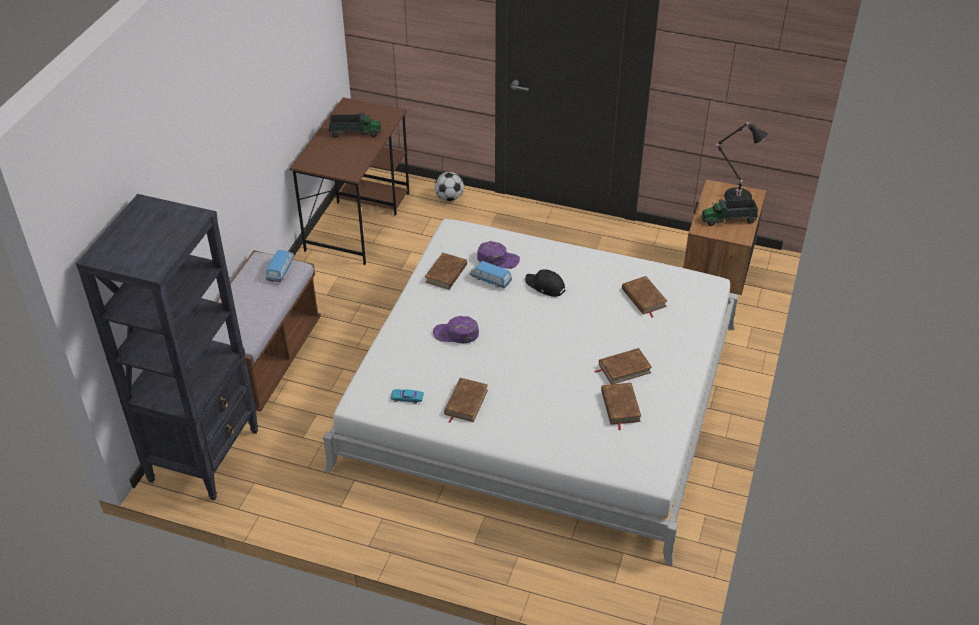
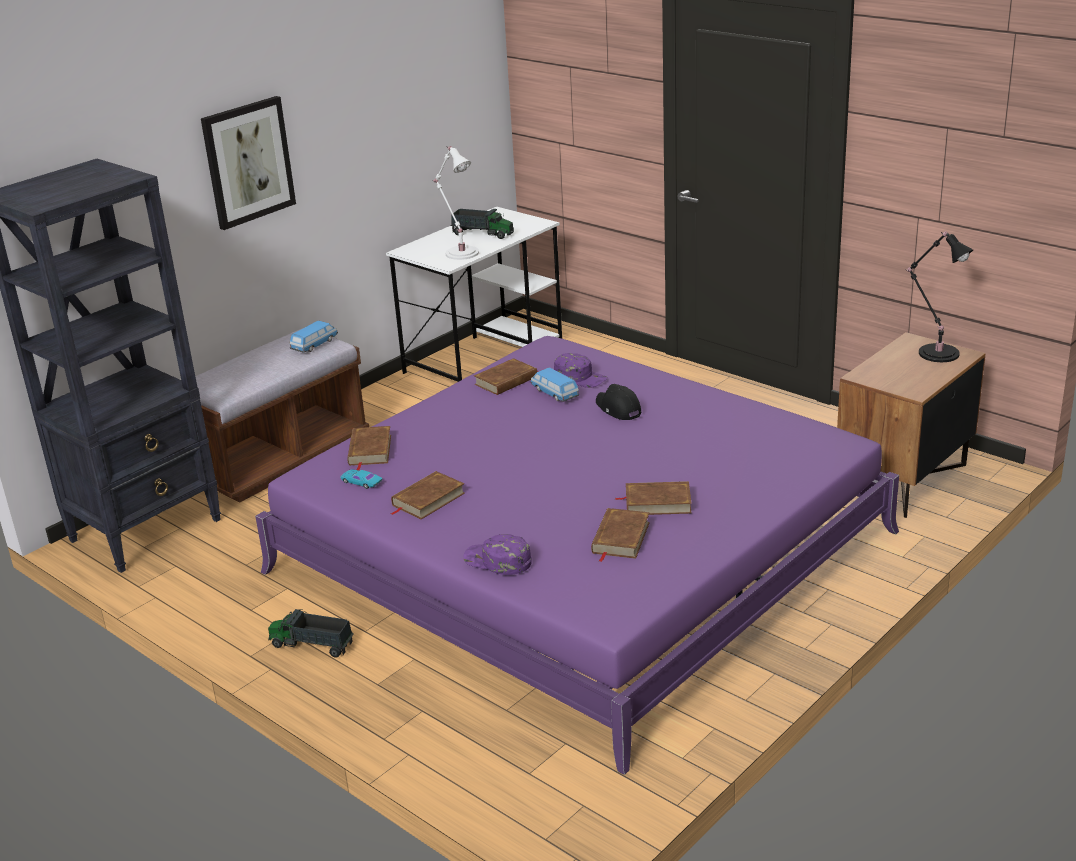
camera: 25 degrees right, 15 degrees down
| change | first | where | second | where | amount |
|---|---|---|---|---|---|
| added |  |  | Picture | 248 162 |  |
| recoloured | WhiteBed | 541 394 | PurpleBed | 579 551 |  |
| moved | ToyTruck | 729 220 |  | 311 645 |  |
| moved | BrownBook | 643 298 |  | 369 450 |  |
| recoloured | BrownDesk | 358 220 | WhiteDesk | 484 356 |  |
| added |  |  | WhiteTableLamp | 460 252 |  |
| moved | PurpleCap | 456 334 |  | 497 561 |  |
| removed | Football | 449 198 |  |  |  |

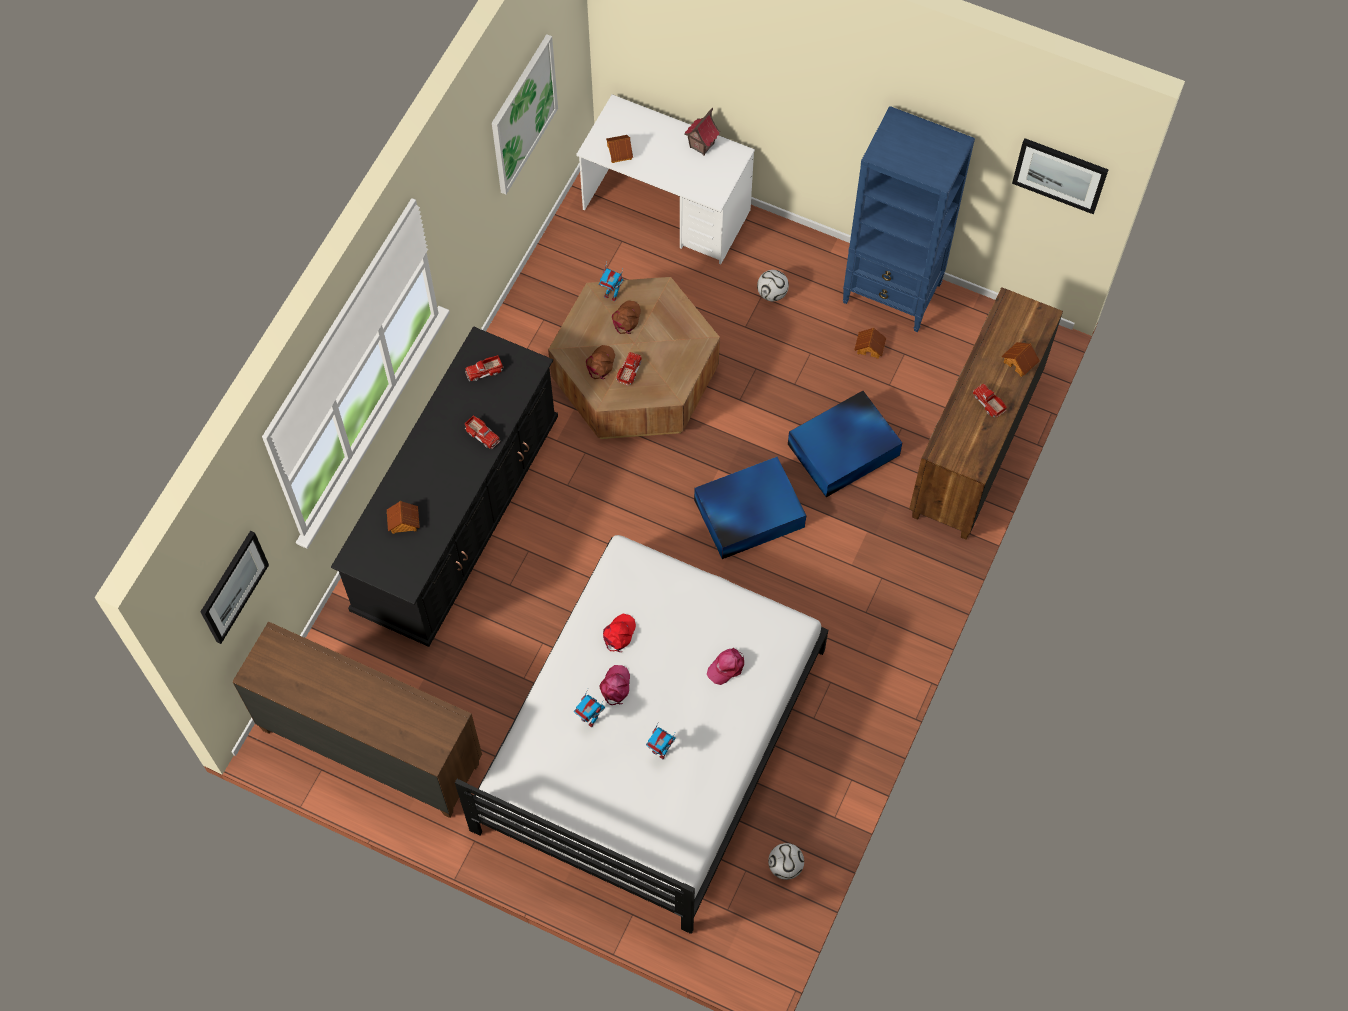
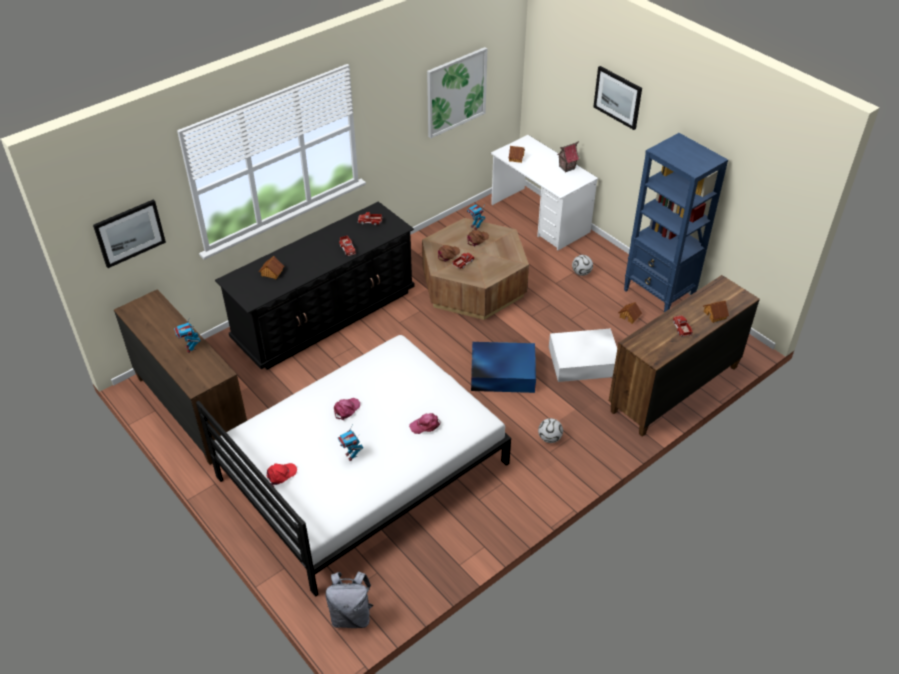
camera: 25 degrees right, 20 degrees down
| change | first | where | second | where | amount |
|---|---|---|---|---|---|
| moved | ToyRobot | 590 719 |  | 190 348 |  |
| moved | RedCap | 619 634 |  | 281 475 |  |
| added |  |  | GreyBackpack | 351 616 |  |
| moved | Football | 785 866 |  | 549 438 |  |
| recoloured | BlueStorageBox | 845 449 | WhiteStorageBox | 584 361 |  |
| moved | Picture | 1060 174 |  | 618 97 |  |

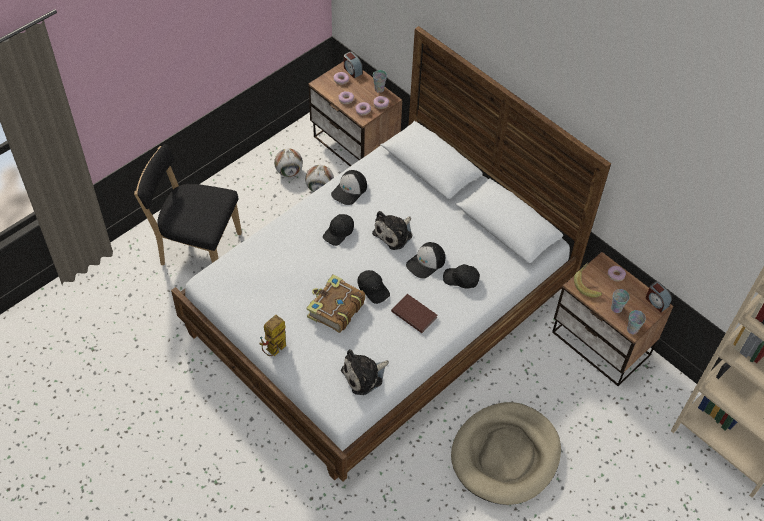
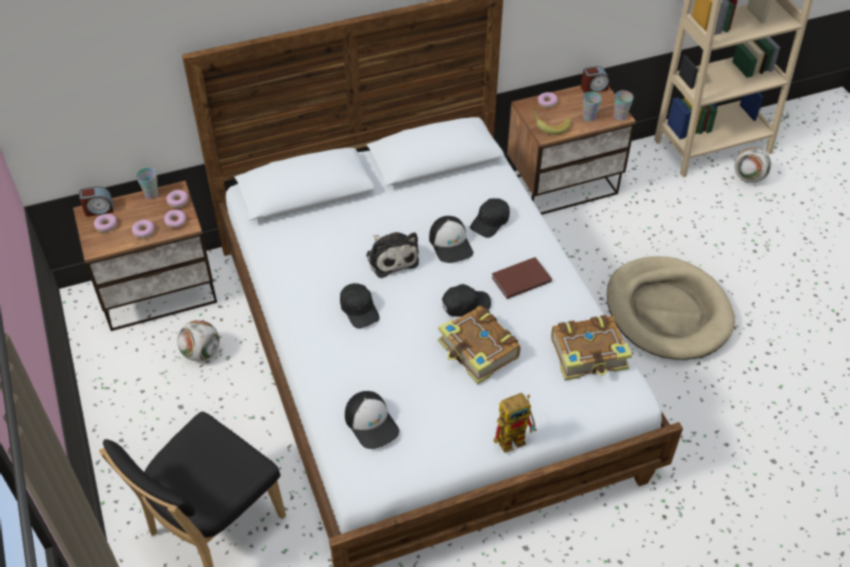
camera: 65 degrees left, 5 degrees down
| change | first | where | second | where | amount |
|---|---|---|---|---|---|
| moved | Cap | 349 190 |  | 371 423 |  |
| turned | ToyRobot | 274 351 |  | 515 437 | 90 degrees counterclockwise |
| replaced | PlushToy | 364 375 | Book | 589 355 |  |
| moved | Football | 289 171 |  | 748 177 |  |

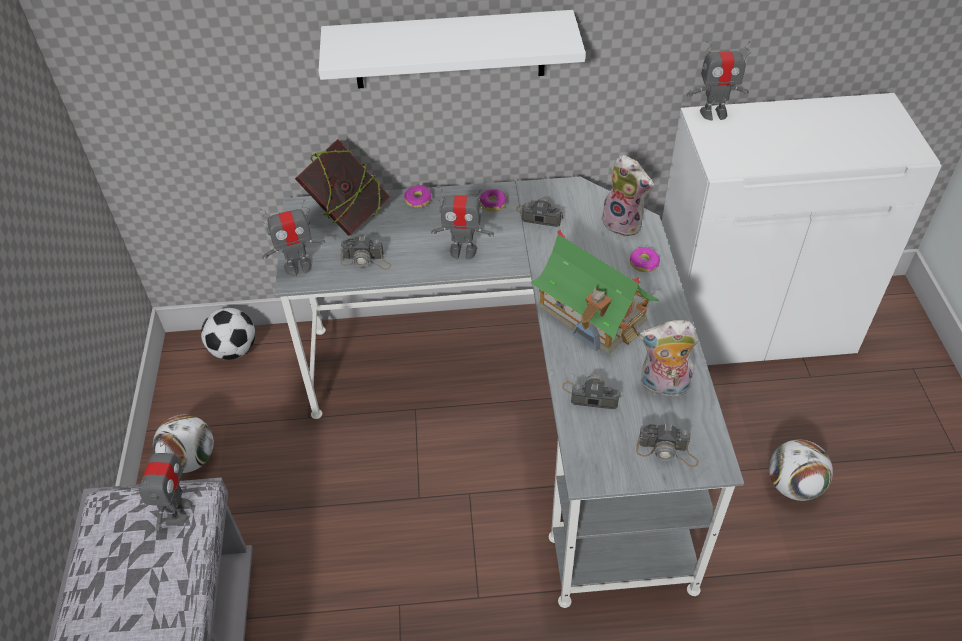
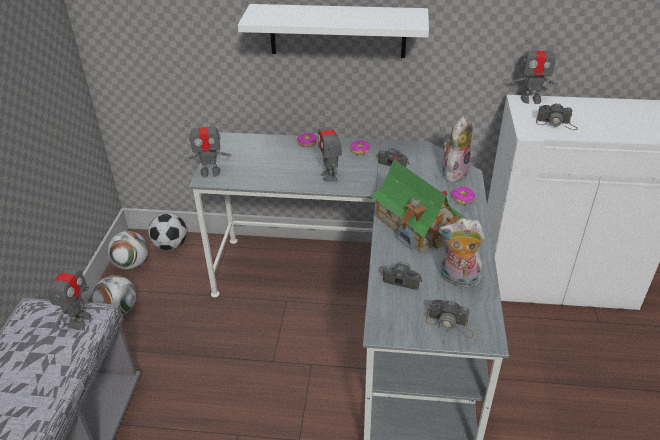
camera: 10 degrees right, 10 degrees down
| change | first | where | second | where | amount |
|---|---|---|---|---|---|
| moved | Football | 793 486 |  | 131 264 |  |
| turned | ToyRobot | 463 251 |  | 329 176 | 60 degrees clockwise |
| turned | PlushToy | 624 223 |  | 454 172 | 105 degrees counterclockwise |
| moved | PhotoCamera | 366 260 |  | 556 123 |  |
| removed | Book | 348 216 |  |  |  |

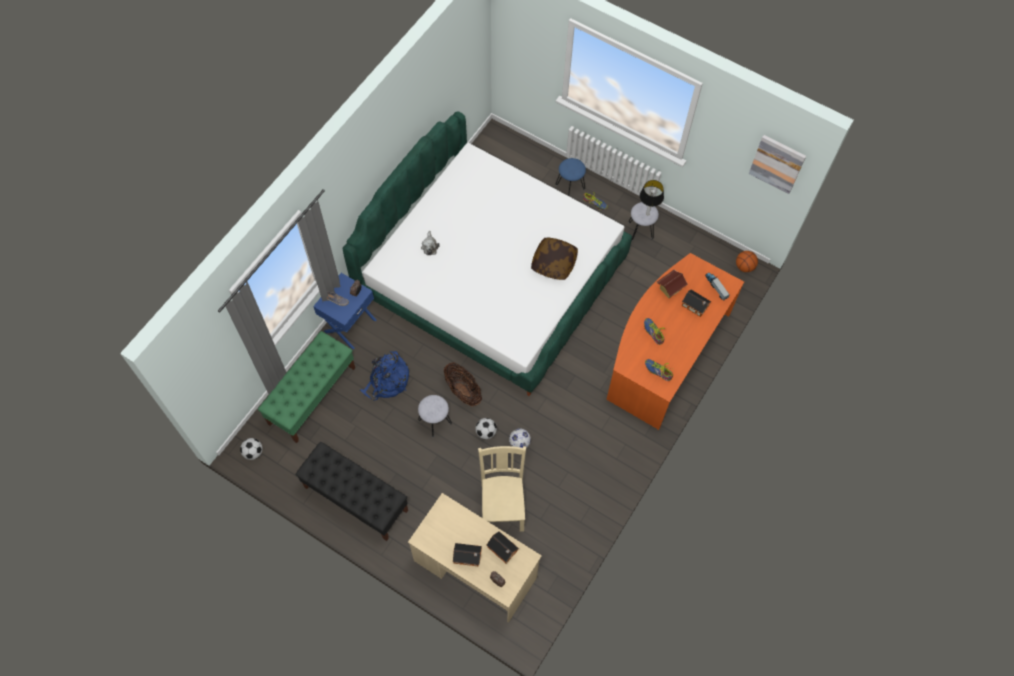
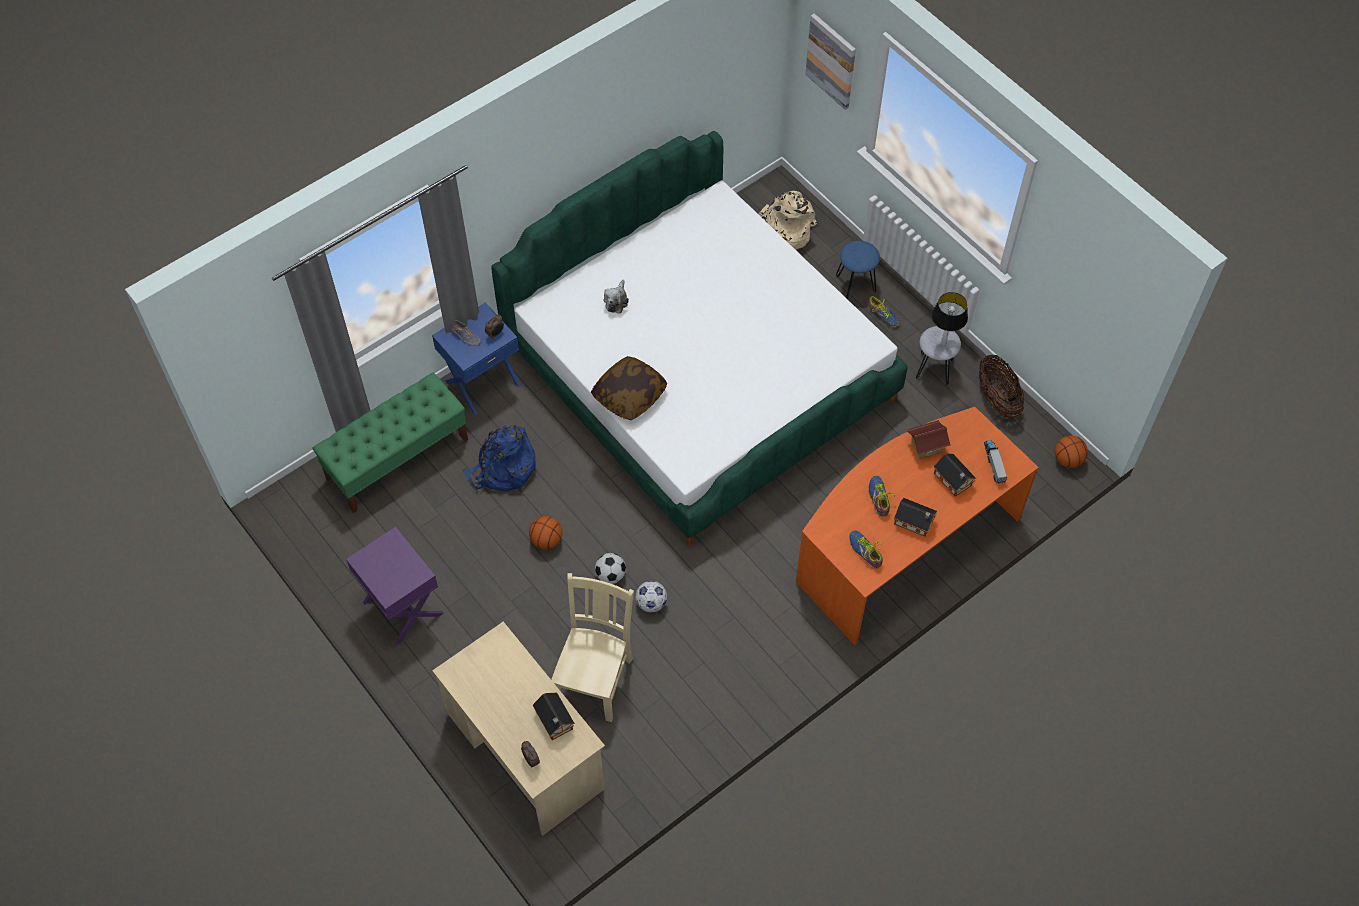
camera: 20 degrees right, 5 degrees down
| change | first | where | second | where | amount |
|---|---|---|---|---|---|
| replaced | BlackBench | 355 499 | PurpleNightstand | 402 608 |  |
| replaced | GreyStool | 434 421 | Basketball | 546 540 |  |
| moved | Pillow | 554 263 |  | 629 395 |  |
| added |  |  | BeigeBackpack | 785 230 |  |
| moved | Picture | 777 163 |  | 831 61 |  |
| moved | ToyHouse | 468 557 |  | 915 522 |  |
| moved | Basket | 463 391 |  | 997 399 |  |
| removed | Football | 253 452 |  |  |  |

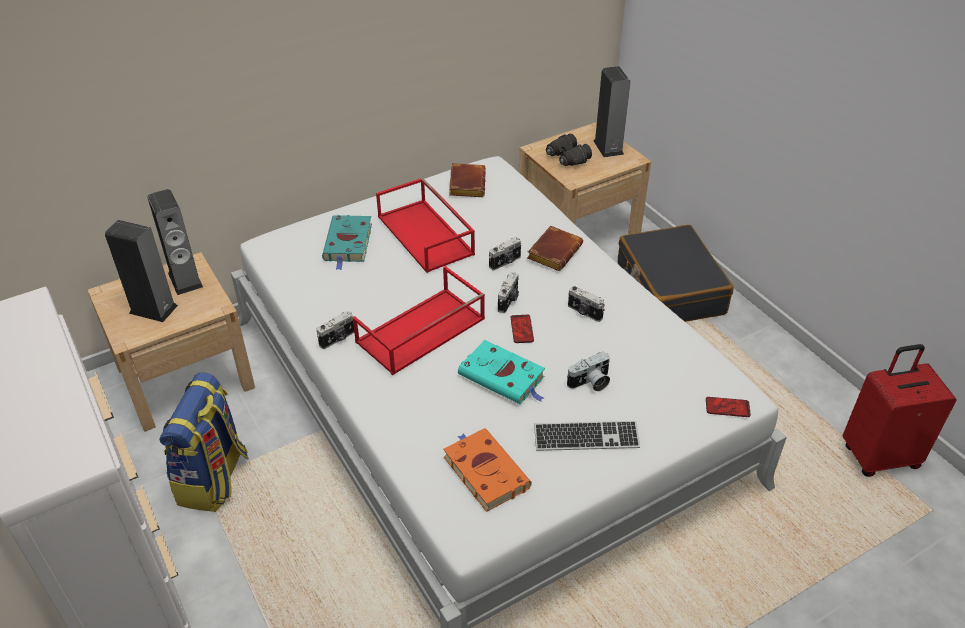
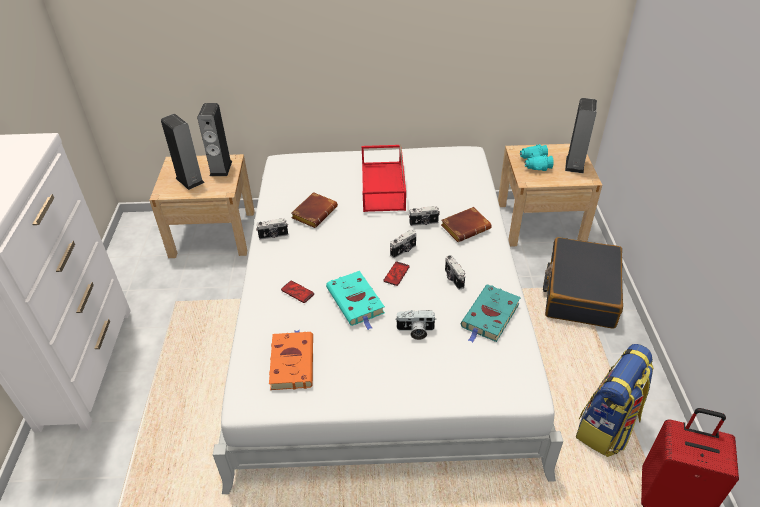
camera: 30 degrees right, 0 degrees up
| change | first | where | second | where | amount |
|---|---|---|---|---|---|
| moved | Phone | 727 407 |  | 297 292 |  |
| moved | BrownBook | 465 184 |  | 314 212 |  |
| moved | TurquoiseBook | 348 244 |  | 490 317 |  |
| recoloured | BlackBinoculars | 567 158 | TurquoiseBinoculars | 534 163 |  |
| moved | Backpack | 214 479 |  | 607 427 |  |
| removed | RedTray | 420 332 |  |  |  |
| removed | Keyboard | 586 438 |  |  |  |

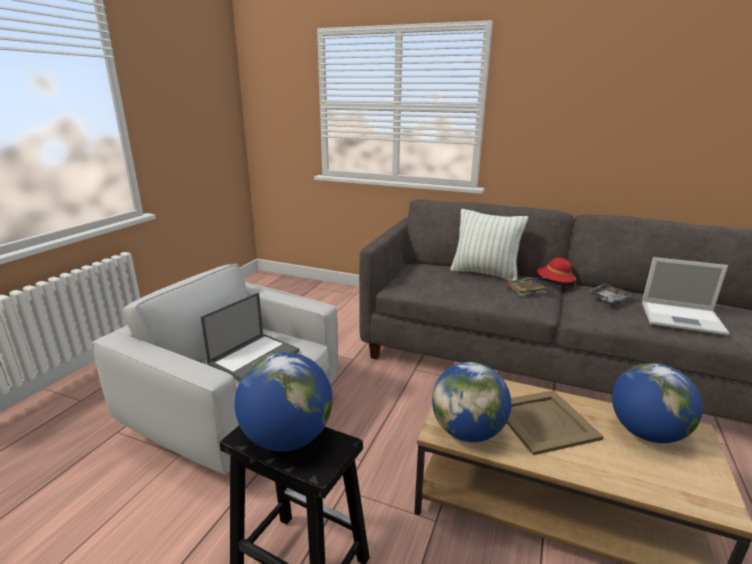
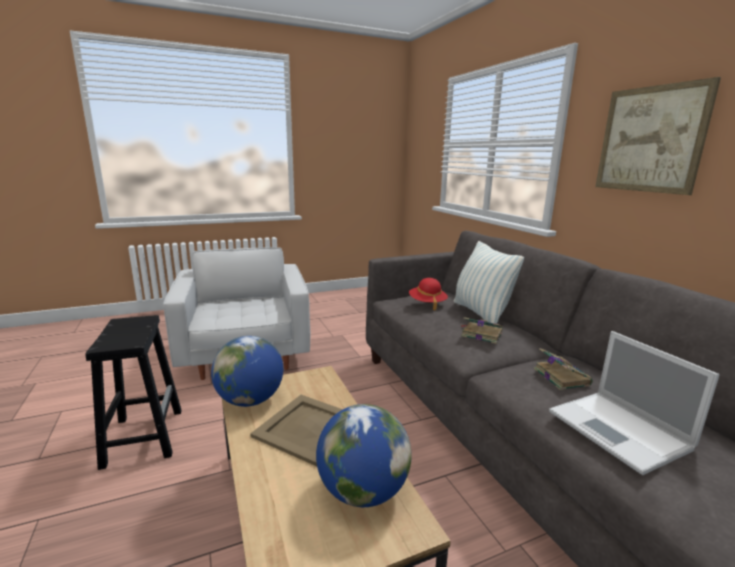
camera: 45 degrees right, 5 degrees down
| change | first | where | second | where | amount |
|---|---|---|---|---|---|
| moved | RedHat | 554 283 |  | 427 303 |  |
| replaced | GreyTray | 608 300 | Book | 560 376 |  |
| added |  |  | Picture | 650 139 |  |
| removed | Laptop | 255 357 |  |  |  |
| removed | Globe | 287 438 |  |  |  |

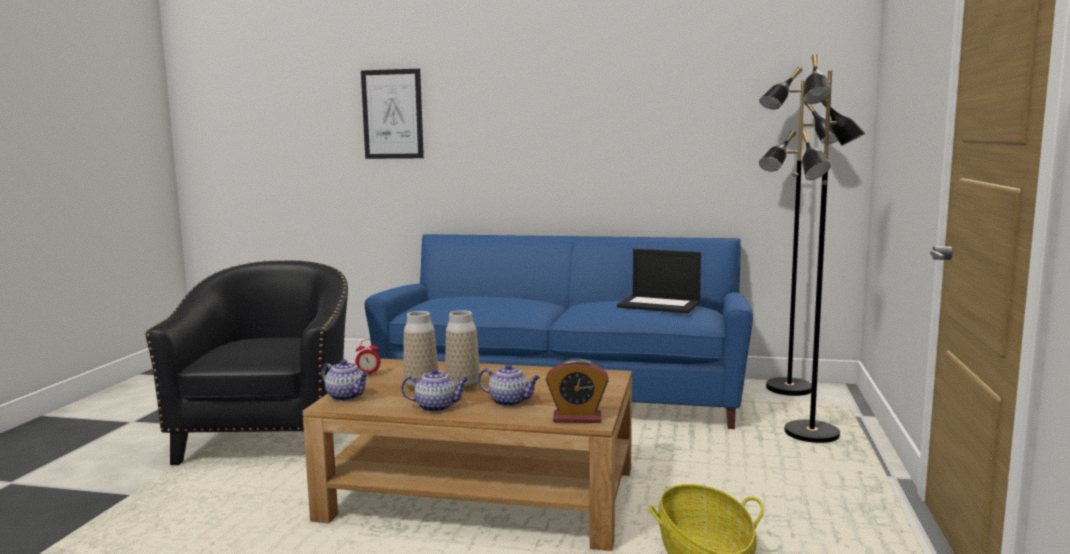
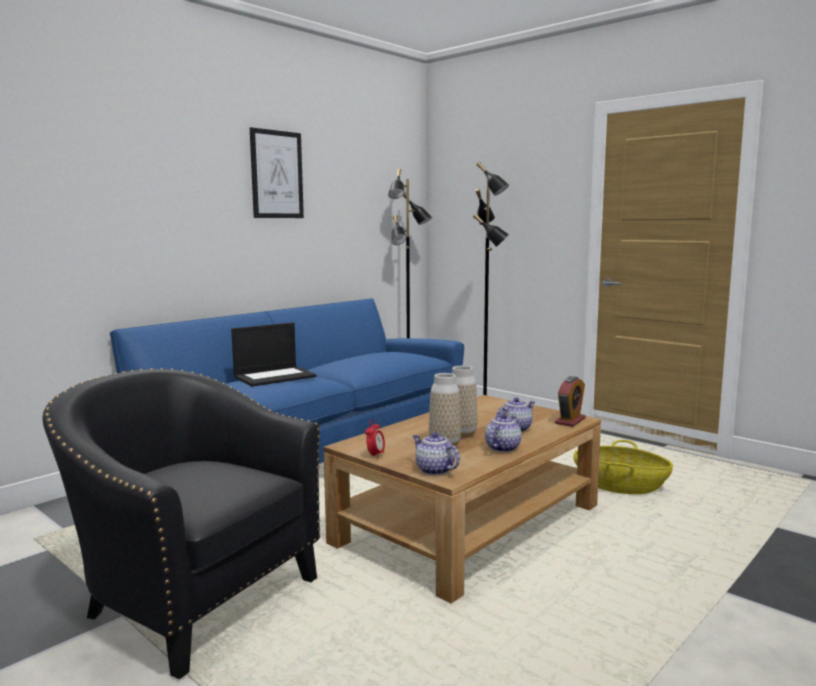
camera: 60 degrees left, 0 degrees up
| change | first | where | second | where | amount |
|---|---|---|---|---|---|
| moved | Laptop | 660 305 |  | 275 376 |  |
| moved | Picture | 392 114 |  | 277 174 |  |
| turned | Teapot | 347 396 |  | 434 470 | 105 degrees counterclockwise |

